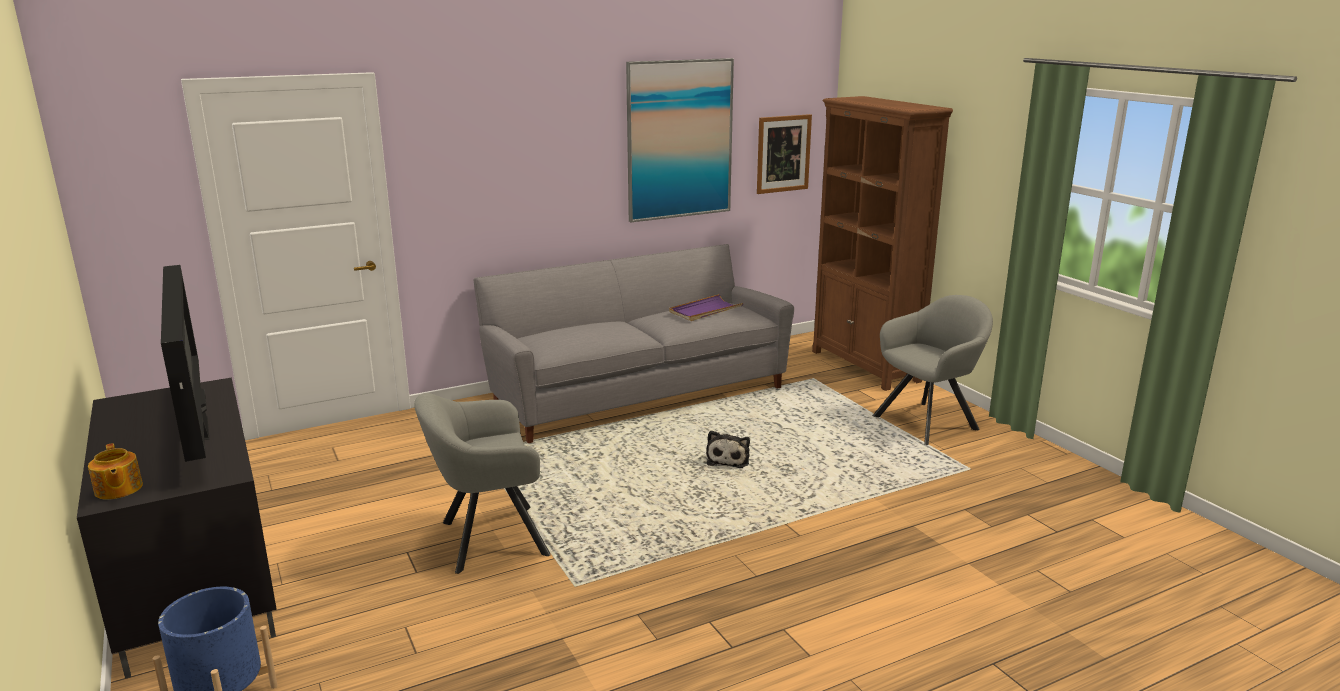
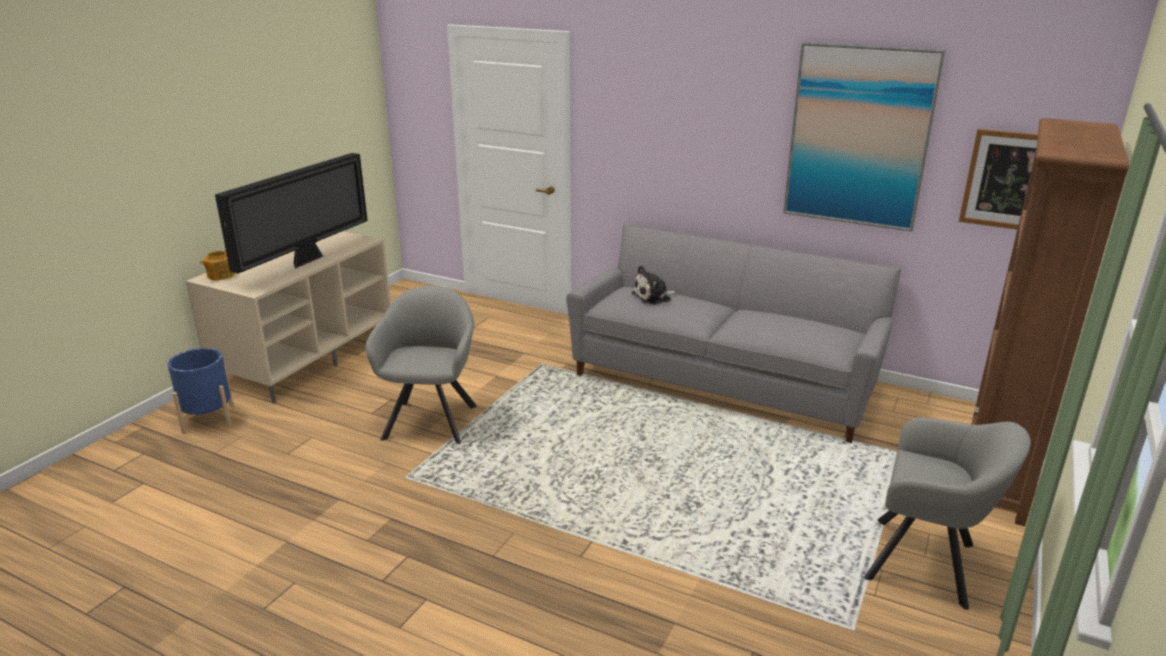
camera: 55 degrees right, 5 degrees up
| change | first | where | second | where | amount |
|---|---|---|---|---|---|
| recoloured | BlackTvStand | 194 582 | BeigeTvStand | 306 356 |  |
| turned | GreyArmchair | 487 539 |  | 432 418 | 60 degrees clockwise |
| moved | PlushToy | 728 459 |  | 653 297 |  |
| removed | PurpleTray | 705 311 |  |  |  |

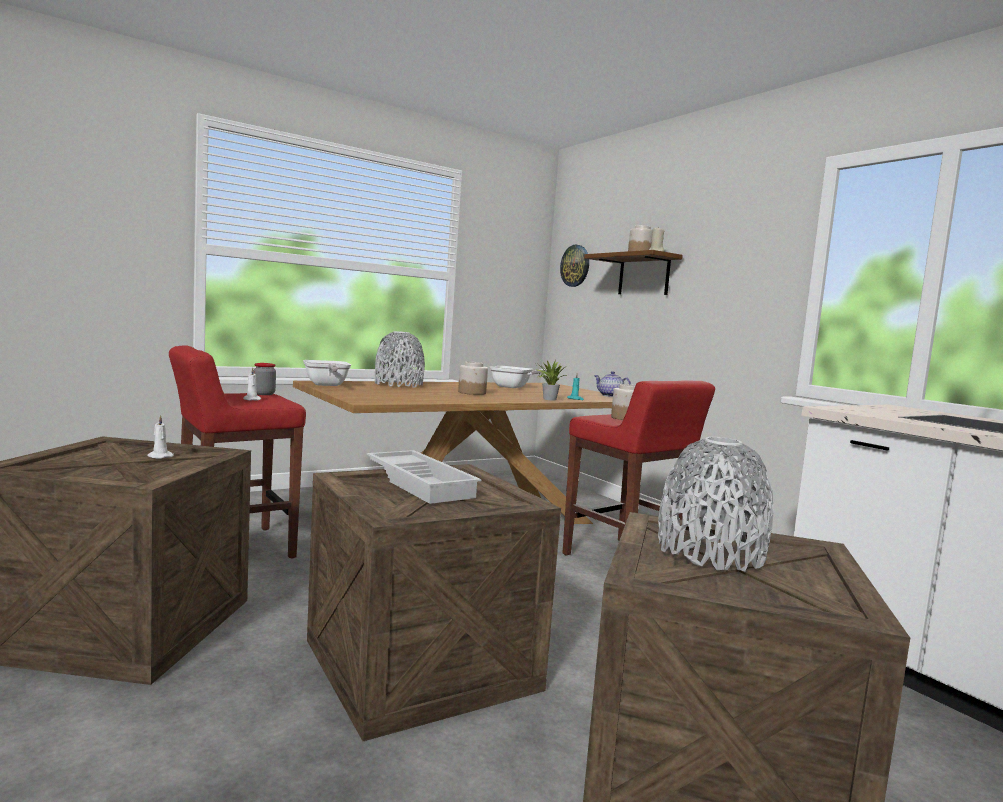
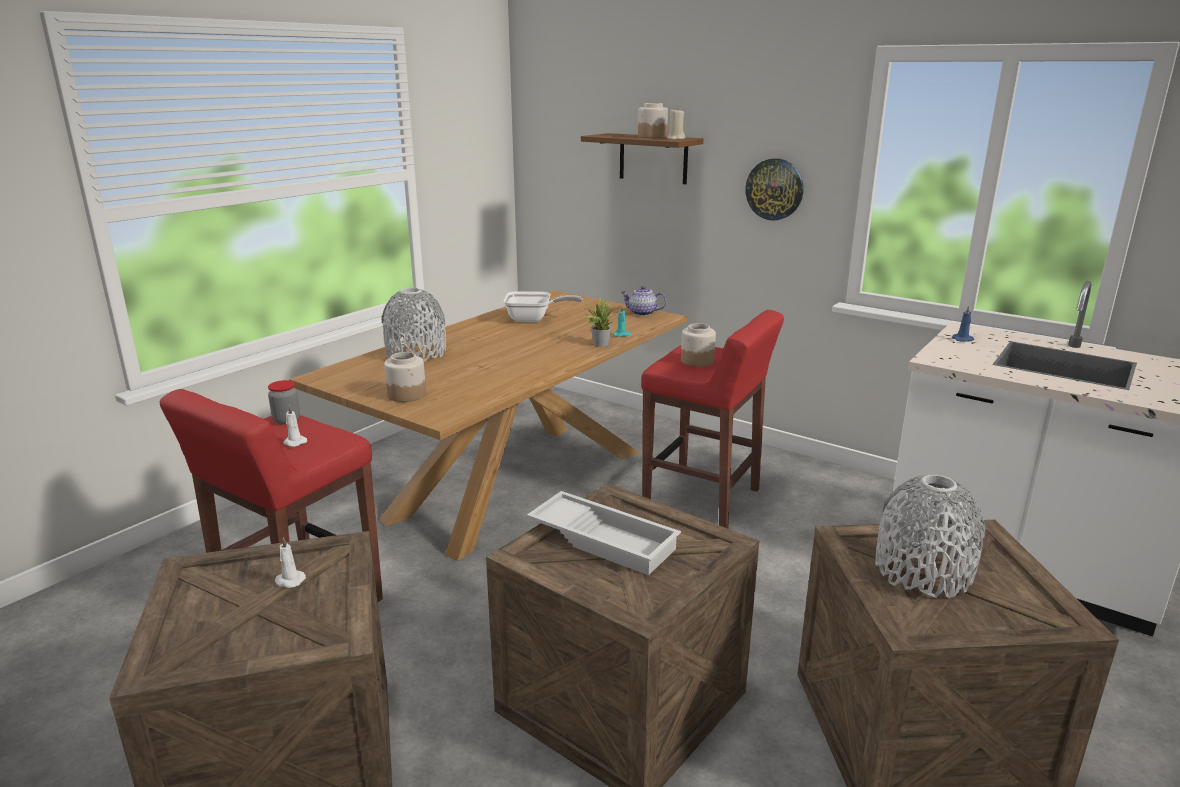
camera: 20 degrees left, 15 degrees up
| change | first | where | second | where | amount |
|---|---|---|---|---|---|
| moved | Jar | 472 393 |  | 407 395 |  |
| moved | WallClock | 575 266 |  | 774 189 |  |
| added |  |  | BlueCandle | 963 339 |  |
| removed | FryingPan | 326 385 |  |  |  |

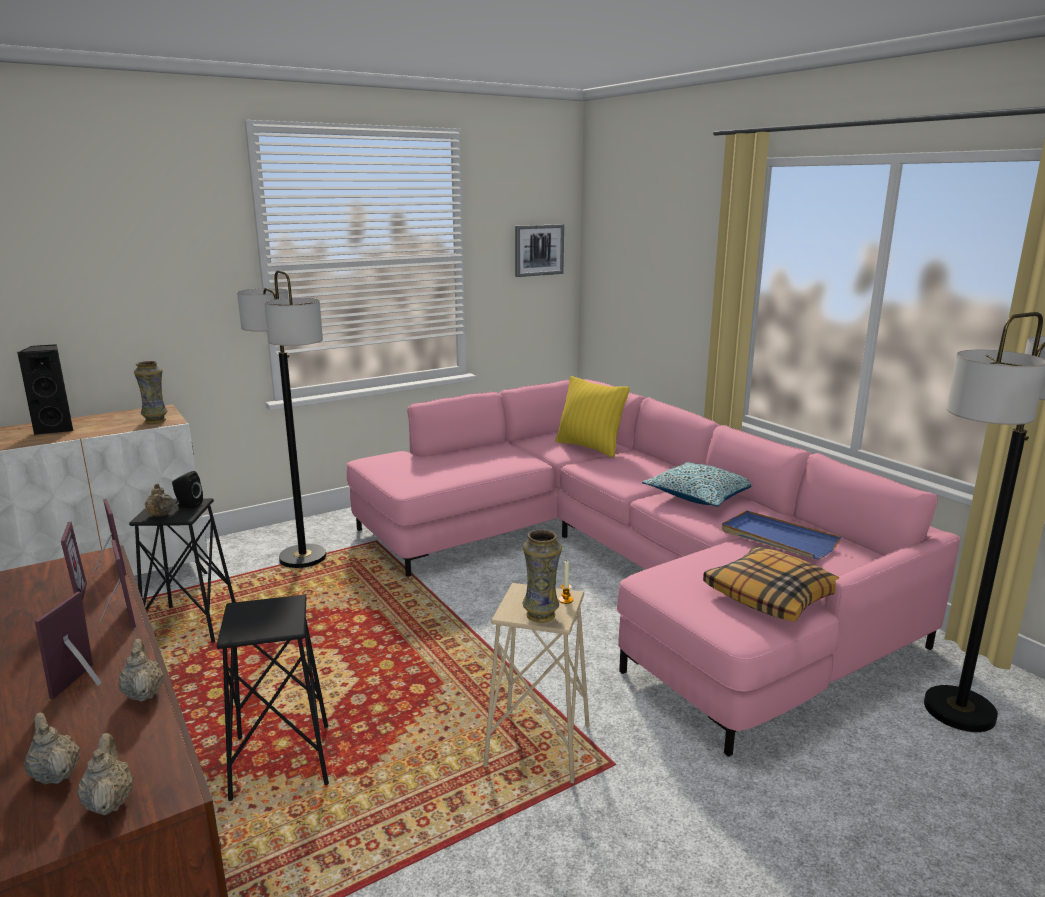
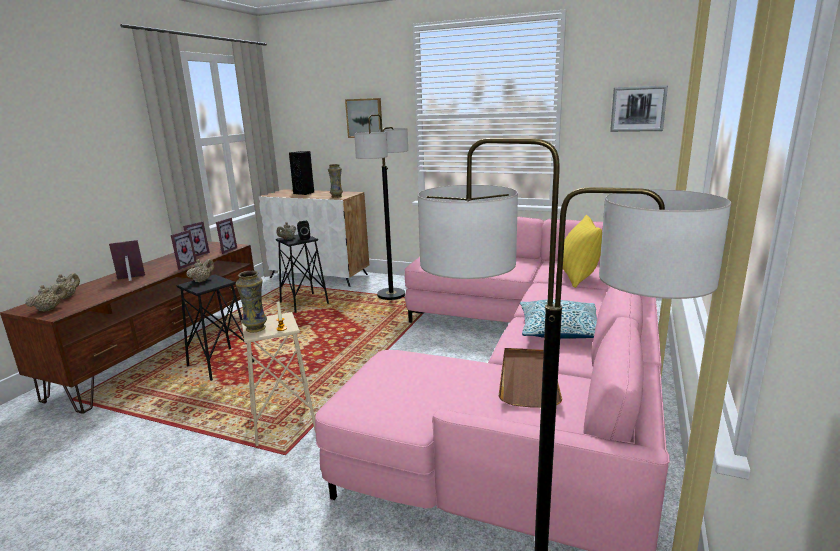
camera: 55 degrees right, 0 degrees up
| change | first | where | second | where | amount |
|---|---|---|---|---|---|
| moved | BeigeTeapot | 143 693 |  | 202 280 |  |
| added |  |  | Picture | 365 118 |  |
| recoloured | BlueTray | 777 538 | BrownTray | 528 379 |  |
| removed | Pillow | 772 595 |  |  |  |

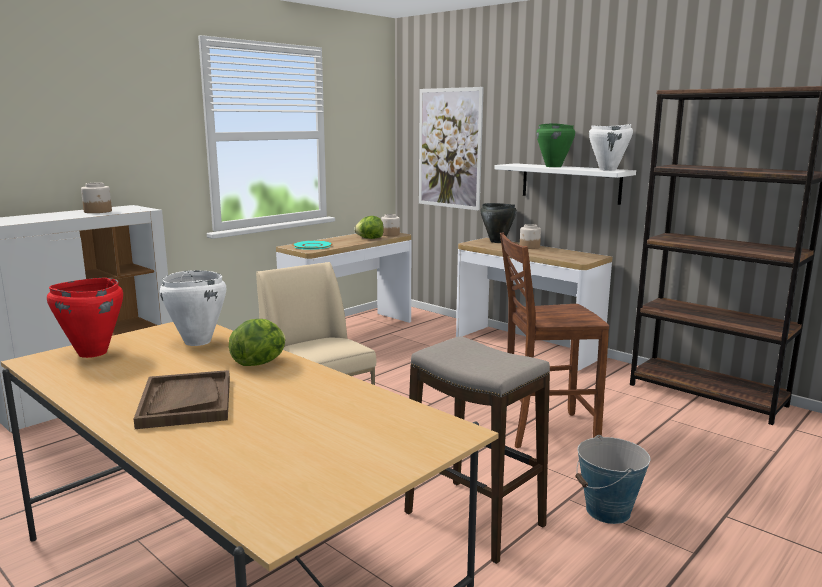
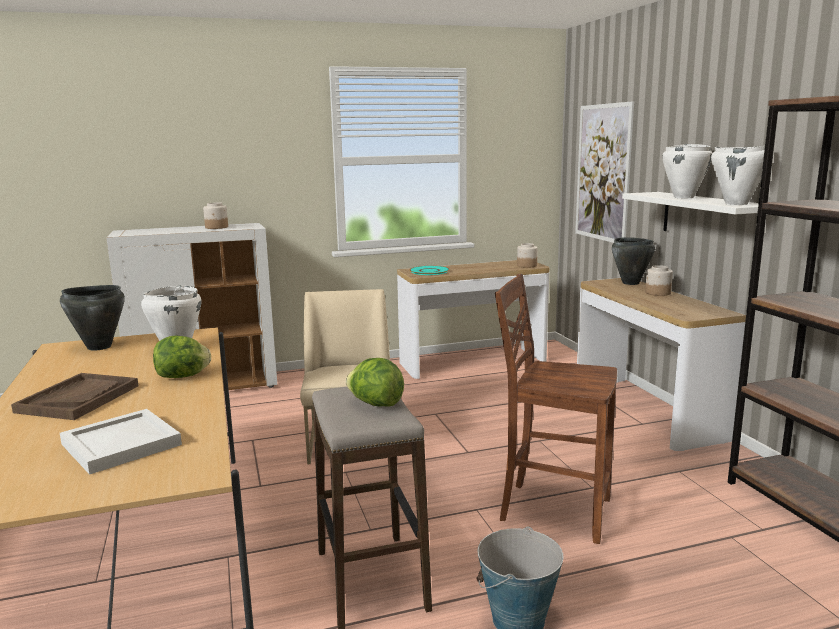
camera: 30 degrees right, 0 degrees up
| change | first | where | second | where | amount |
|---|---|---|---|---|---|
| recoloured | RedCookingPot | 92 353 | BlackCookingPot | 99 347 |  |
| added |  |  | WhiteTray | 119 444 |  |
| moved | Lettuce | 370 238 |  | 375 404 |  |
| recoloured | GreenCookingPot | 553 166 | WhiteCookingPot | 684 197 |  |

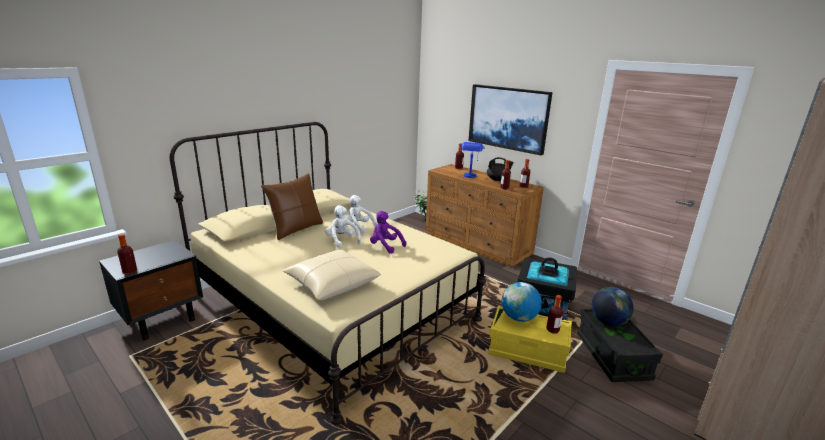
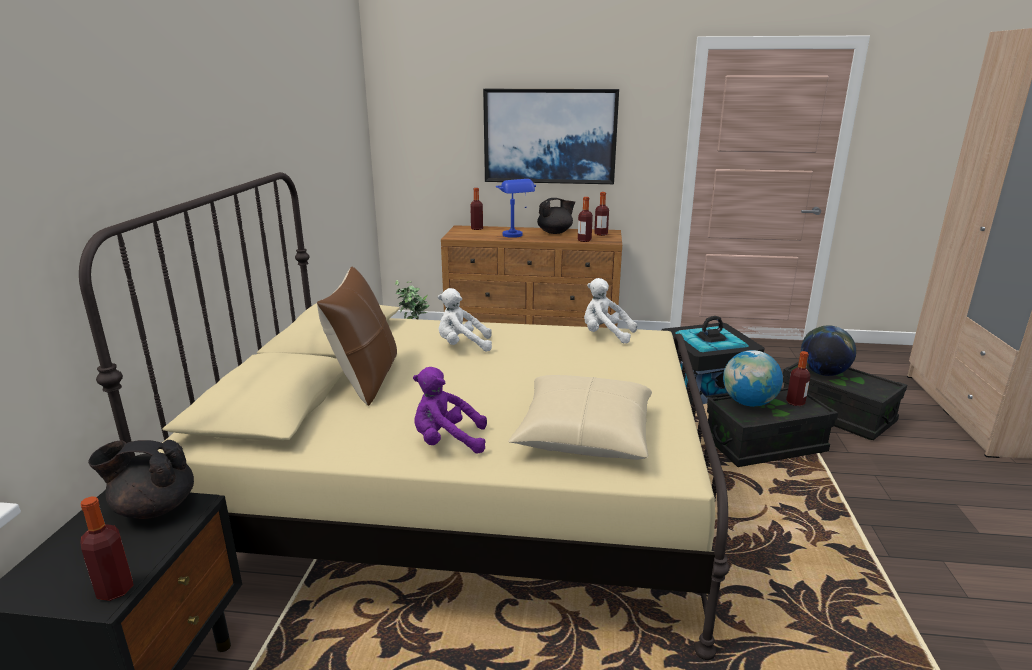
camera: 35 degrees left, 0 degrees up
| change | first | where | second | where | amount |
|---|---|---|---|---|---|
| added |  |  | BlackTeapot | 154 508 |  |
| moved | PurplePlushToy | 385 246 |  | 447 442 |  |
| moved | WhitePlushToy | 342 240 |  | 605 335 |  |
| recoloured | YellowStorageBox | 527 351 | BlackStorageBox | 764 445 |  |

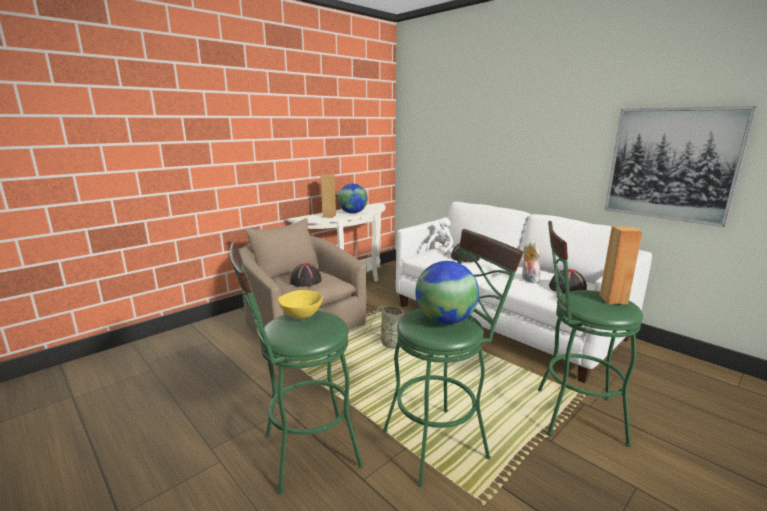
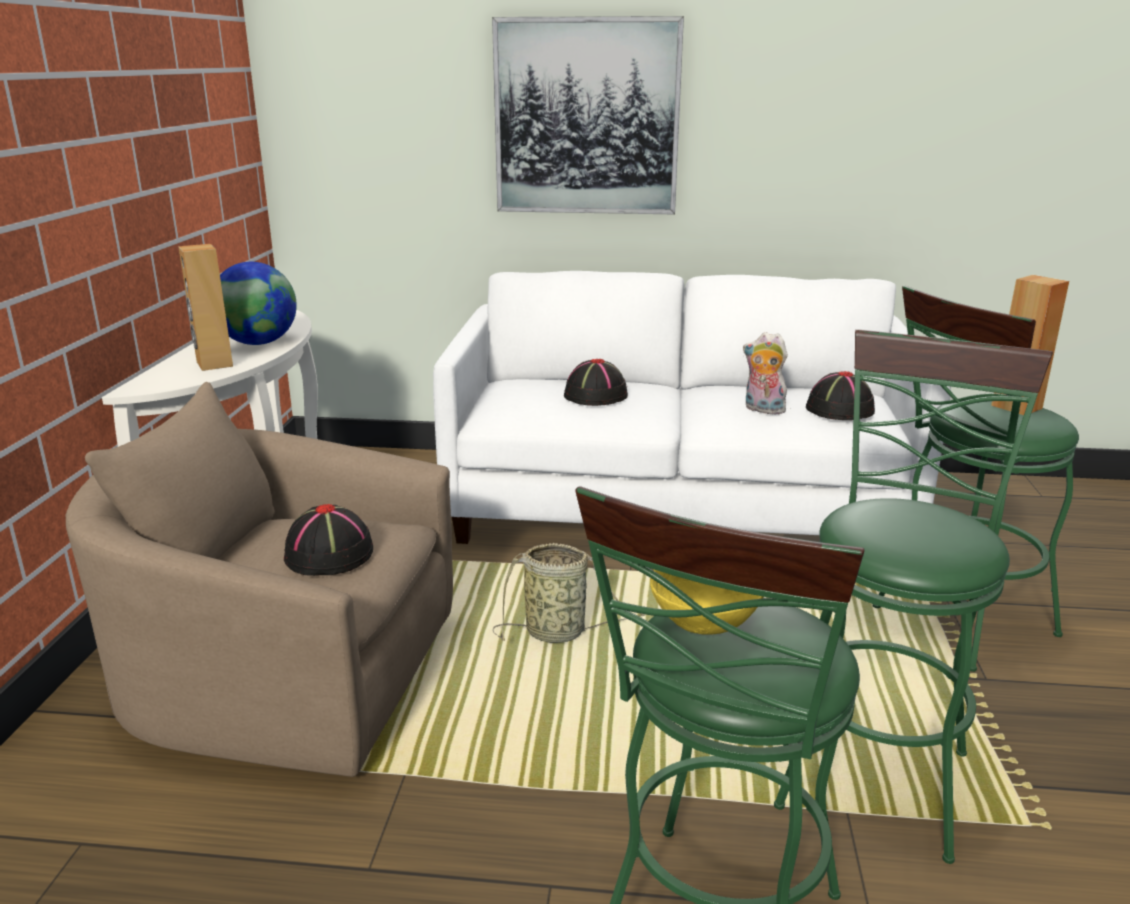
camera: 40 degrees left, 5 degrees up
| change | first | where | second | where | amount |
|---|---|---|---|---|---|
| moved | Picture | 671 164 |  | 586 118 |  |
| removed | Globe | 445 320 |  |  |  |
| removed | WhitePlushToy | 441 250 |  |  |  |

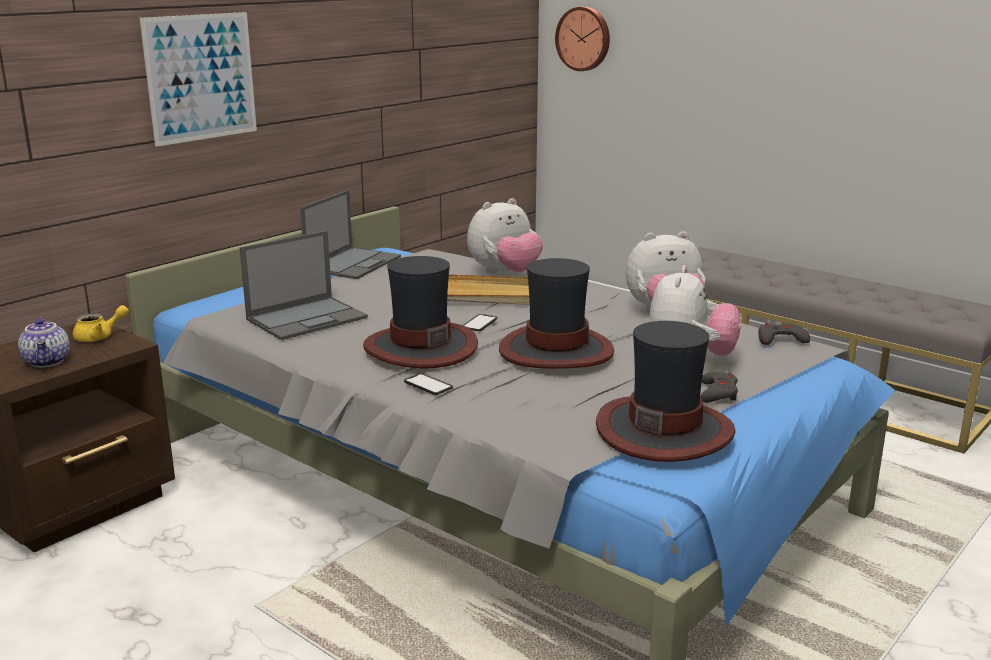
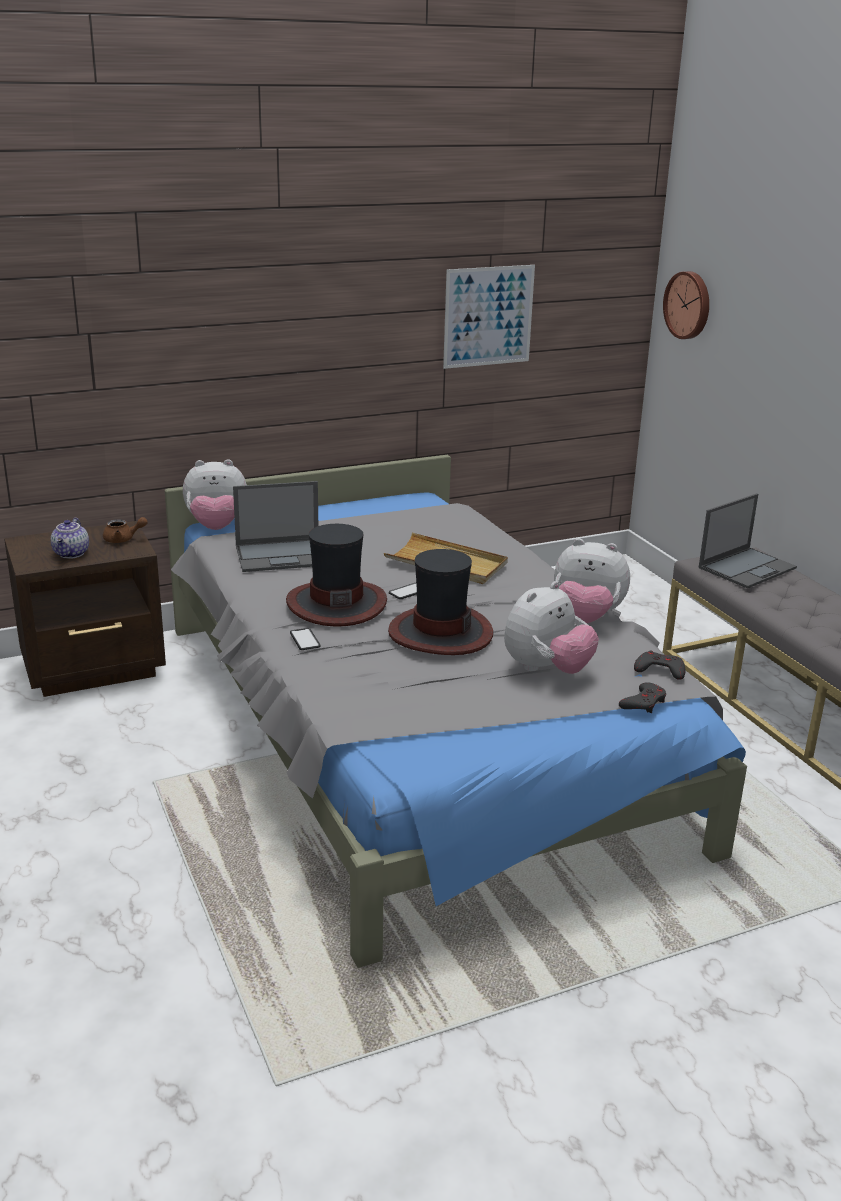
camera: 25 degrees right, 5 degrees up
| change | first | where | second | where | amount |
|---|---|---|---|---|---|
| recoloured | YellowTeapot | 99 337 | BrownTeapot | 123 539 |  |
| moved | PlushToy | 505 273 |  | 216 527 |  |
| moved | Picture | 201 77 |  | 488 316 |  |
| moved | GreyGameController | 718 393 |  | 643 703 |  |
| moved | Laptop | 353 263 |  | 747 567 |  |
| removed | Hat | 664 430 |  |  |  |

